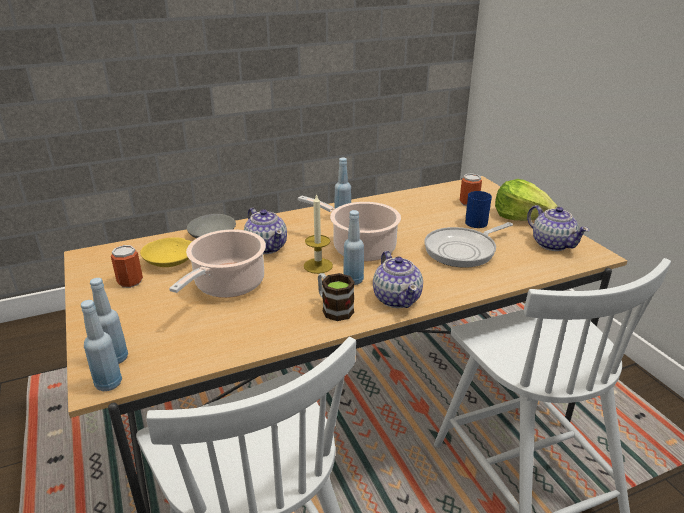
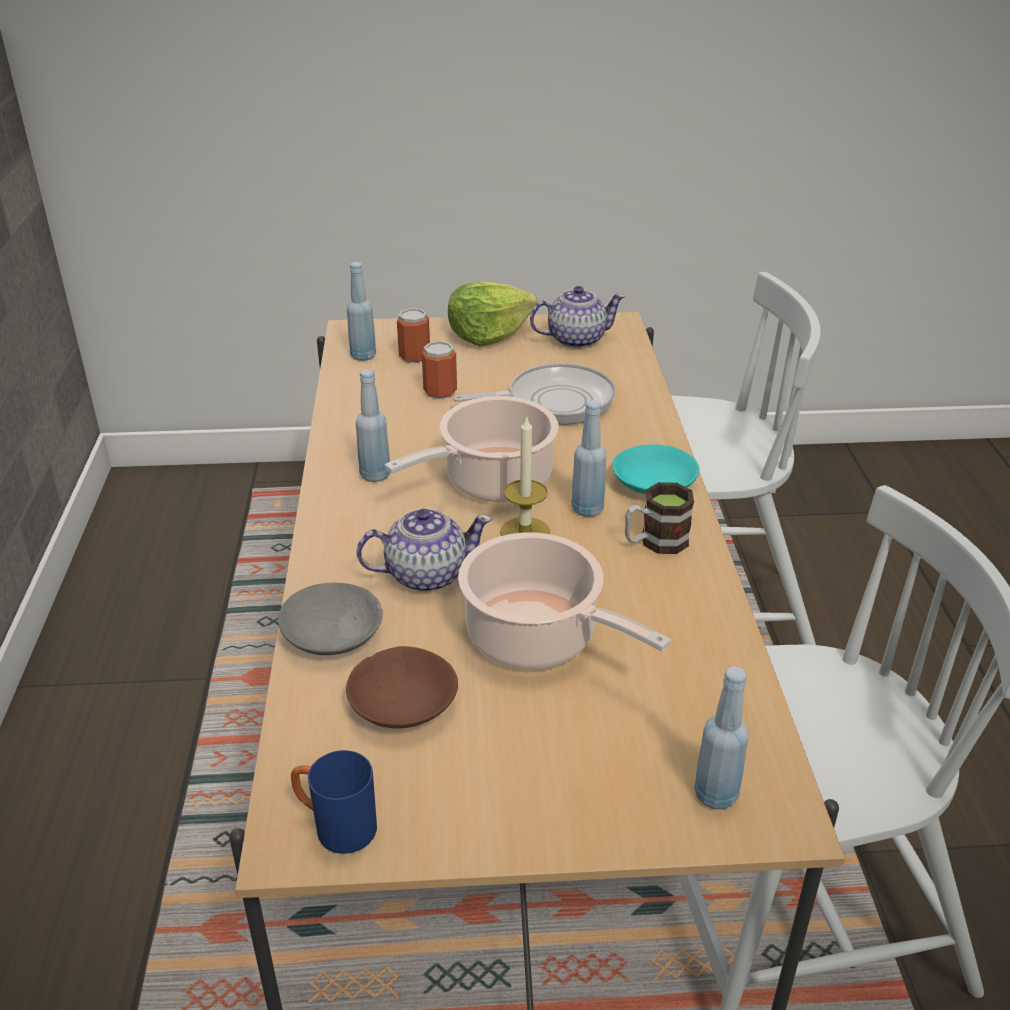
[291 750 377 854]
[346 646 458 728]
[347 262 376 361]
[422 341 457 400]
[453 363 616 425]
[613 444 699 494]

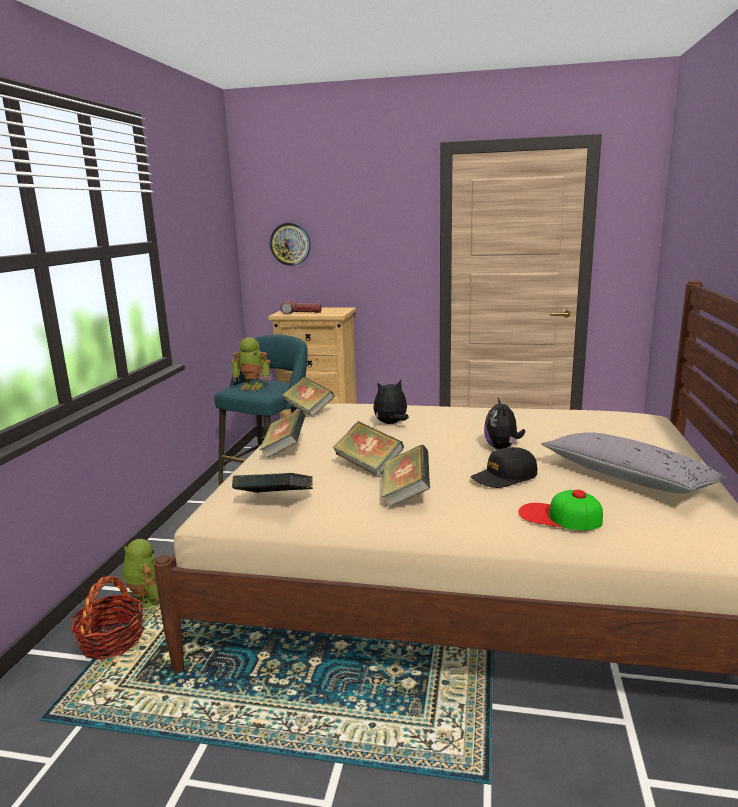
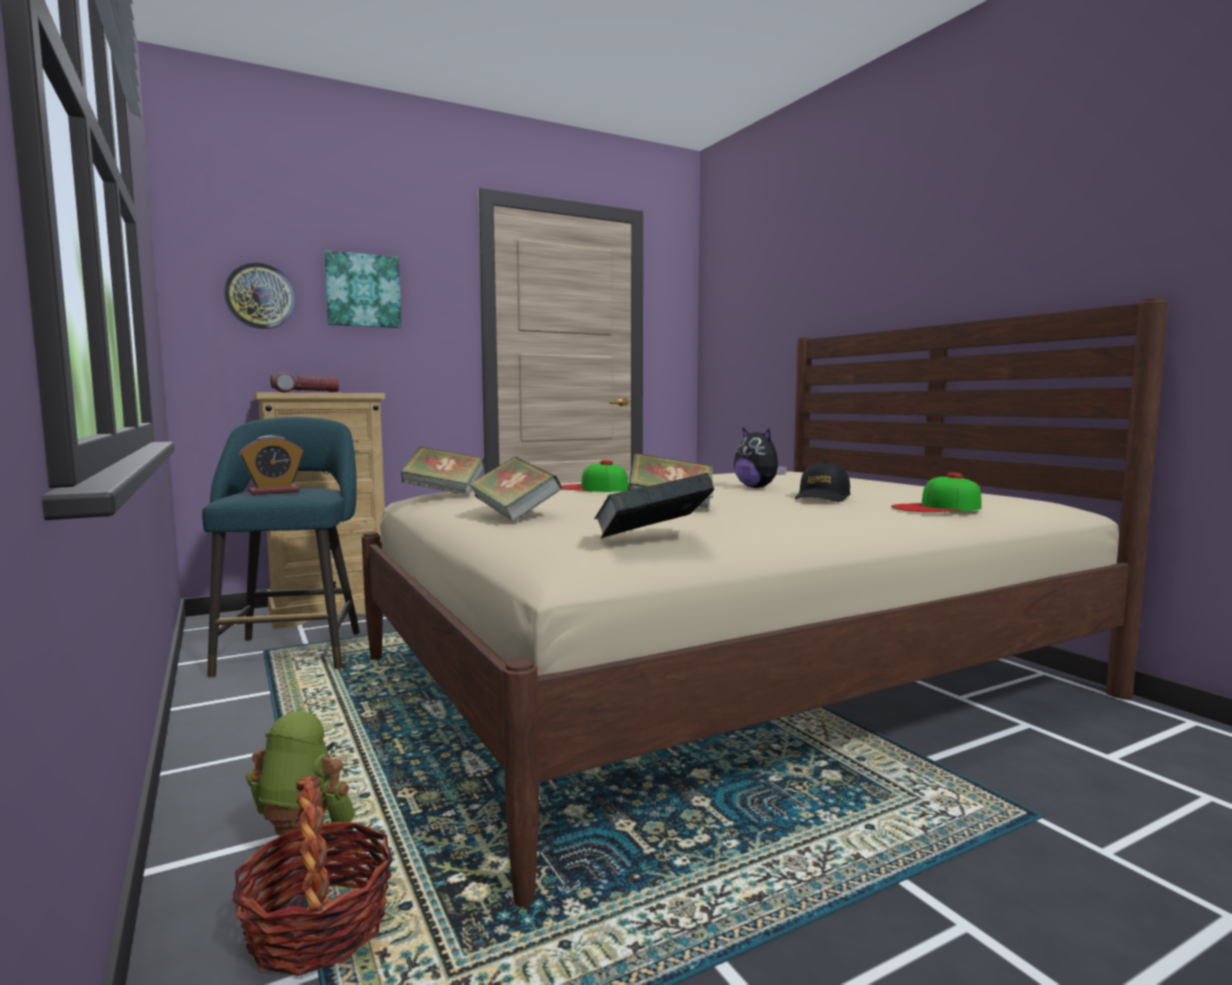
[239 435 304 495]
[324 250 401 328]
[561 460 628 492]
[382 445 430 508] (first image)
[541 432 727 494] (first image)

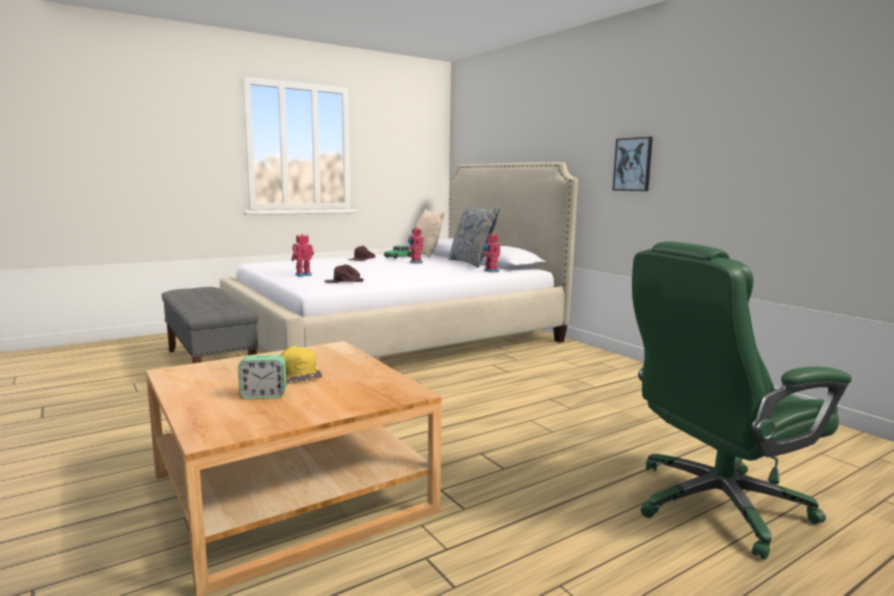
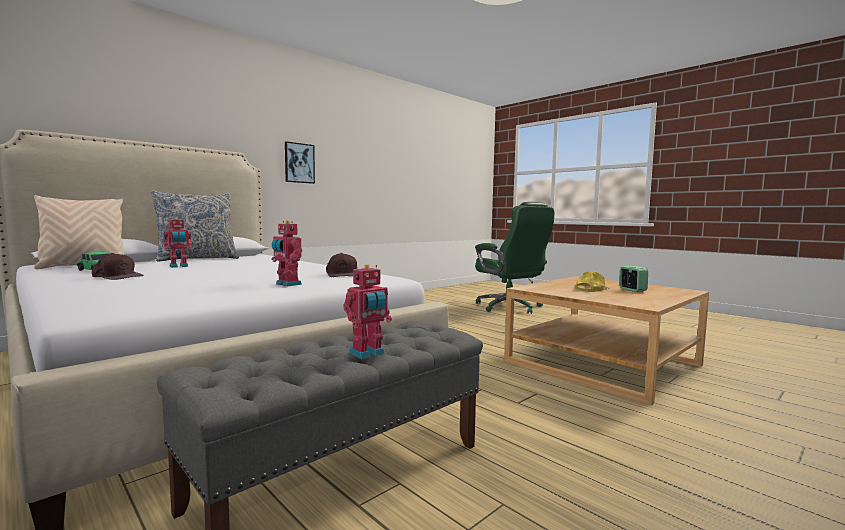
[343 264 392 359]

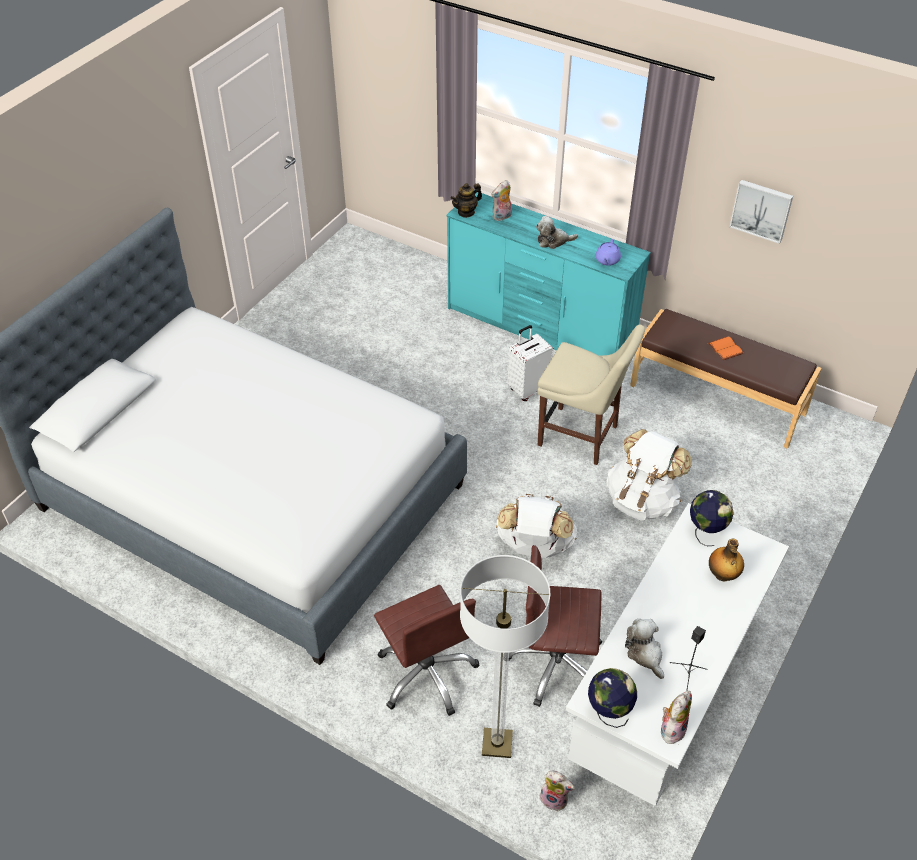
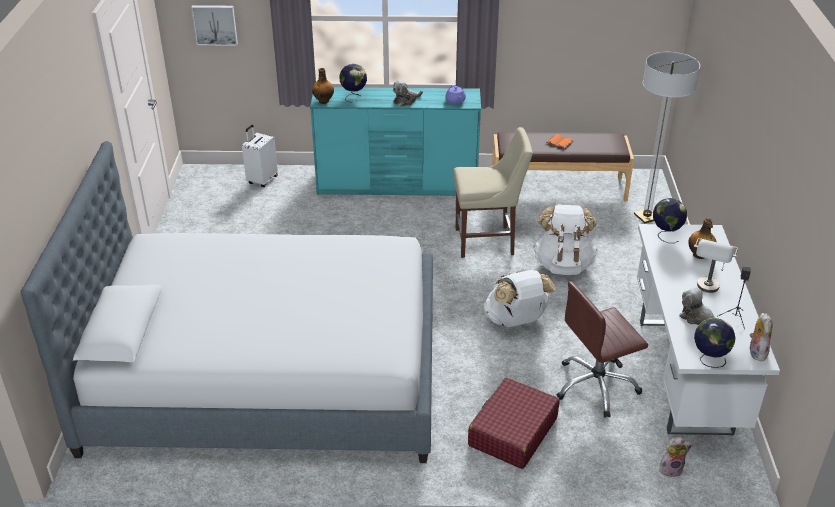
[191 5 238 46]
[242 125 278 187]
[312 68 334 104]
[339 64 367 102]
[468 378 559 469]
[634 52 700 223]
[694 238 738 293]

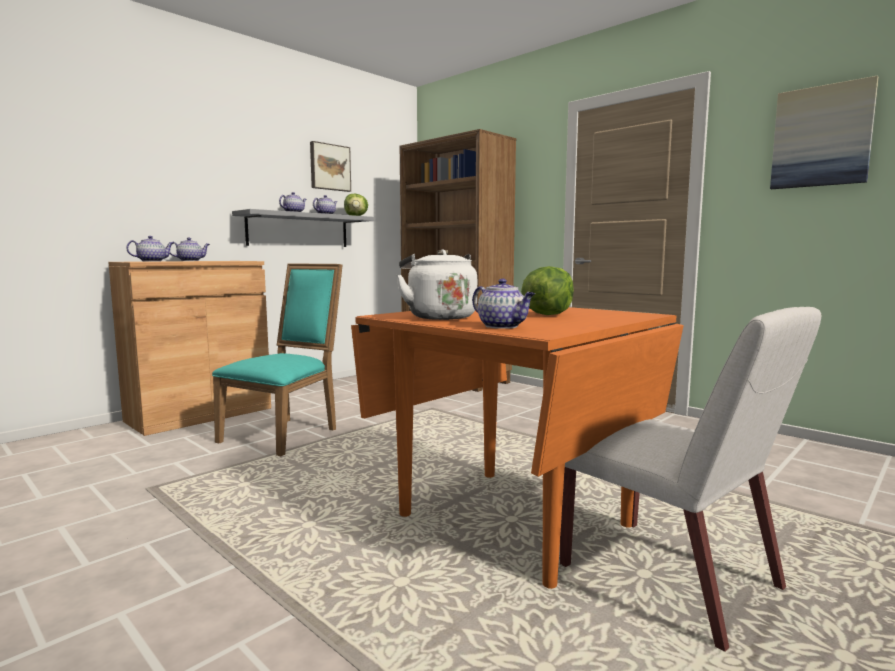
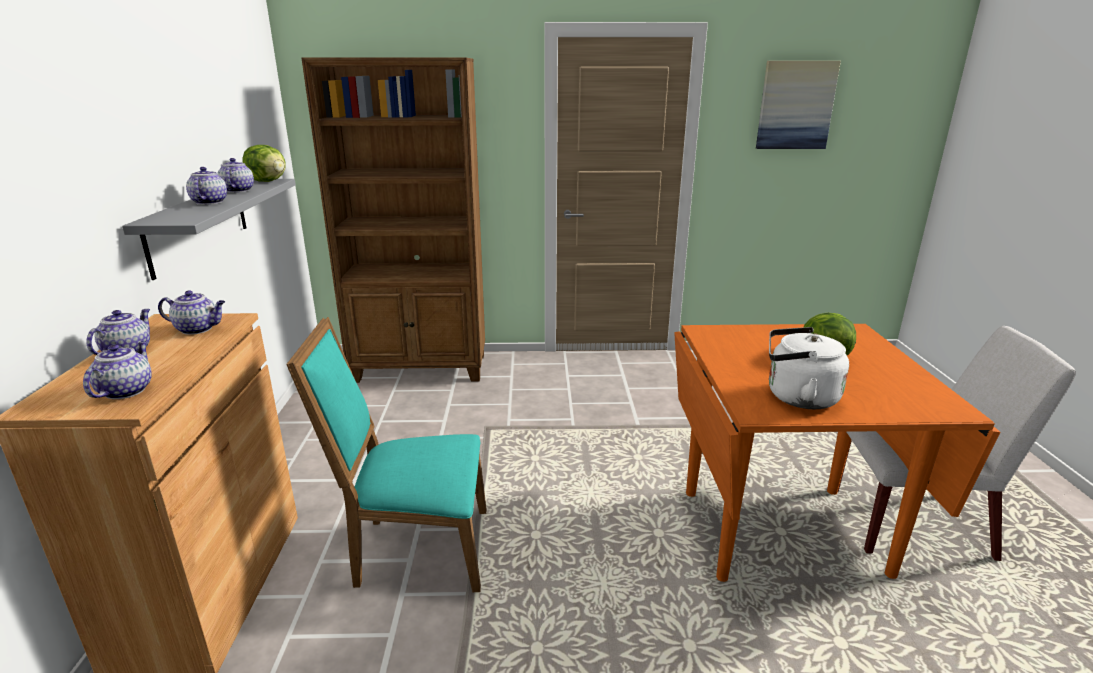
[158 290 225 335]
[286 317 487 592]
[310 141 351 192] (first image)

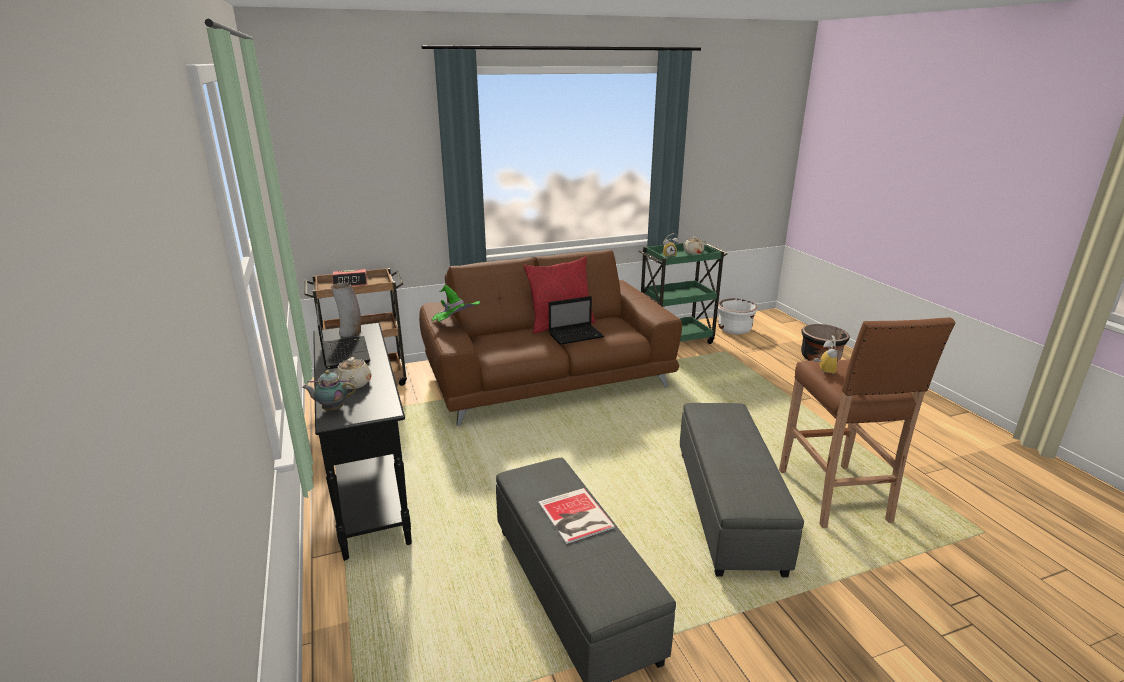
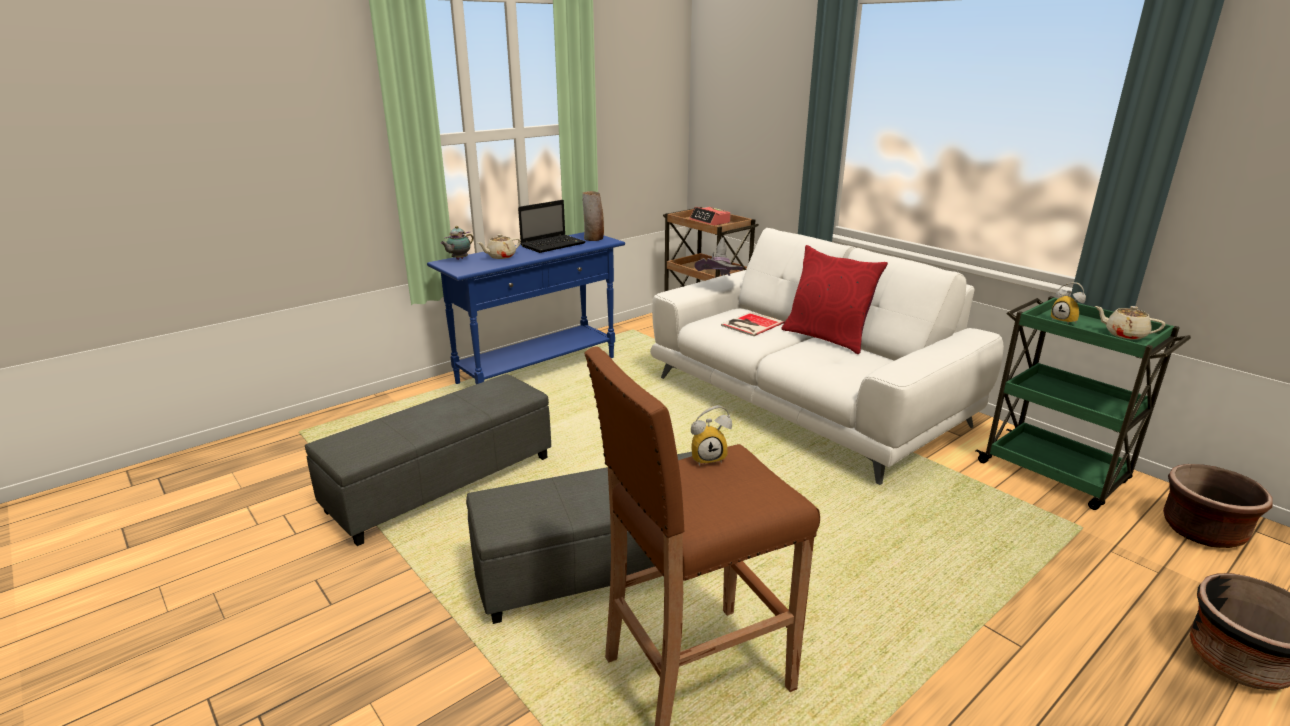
[427 232 625 384]
[440 226 474 260]
[650 228 1004 485]
[694 237 743 276]
[721 312 784 336]
[1163 464 1273 548]
[549 296 604 345] (first image)

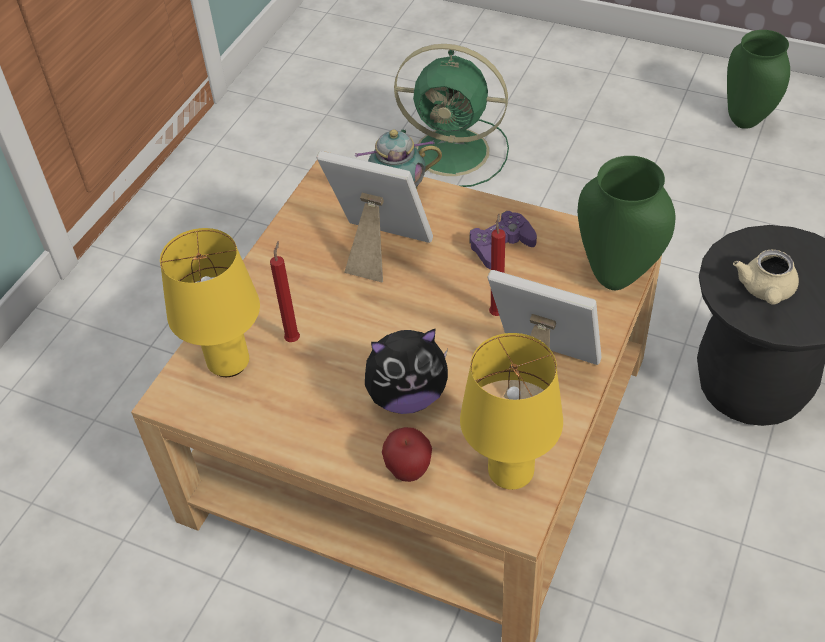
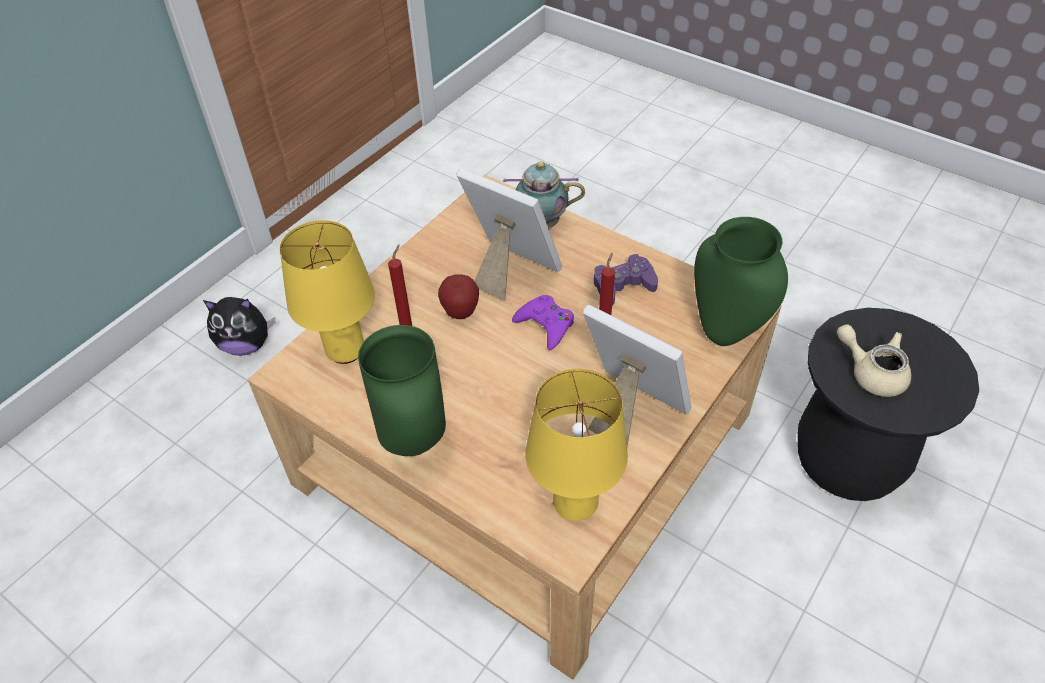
[203 297 276 356]
[358 325 446 456]
[438 274 479 319]
[512 295 574 350]
[837 325 911 397]
[394 44 509 187] (first image)

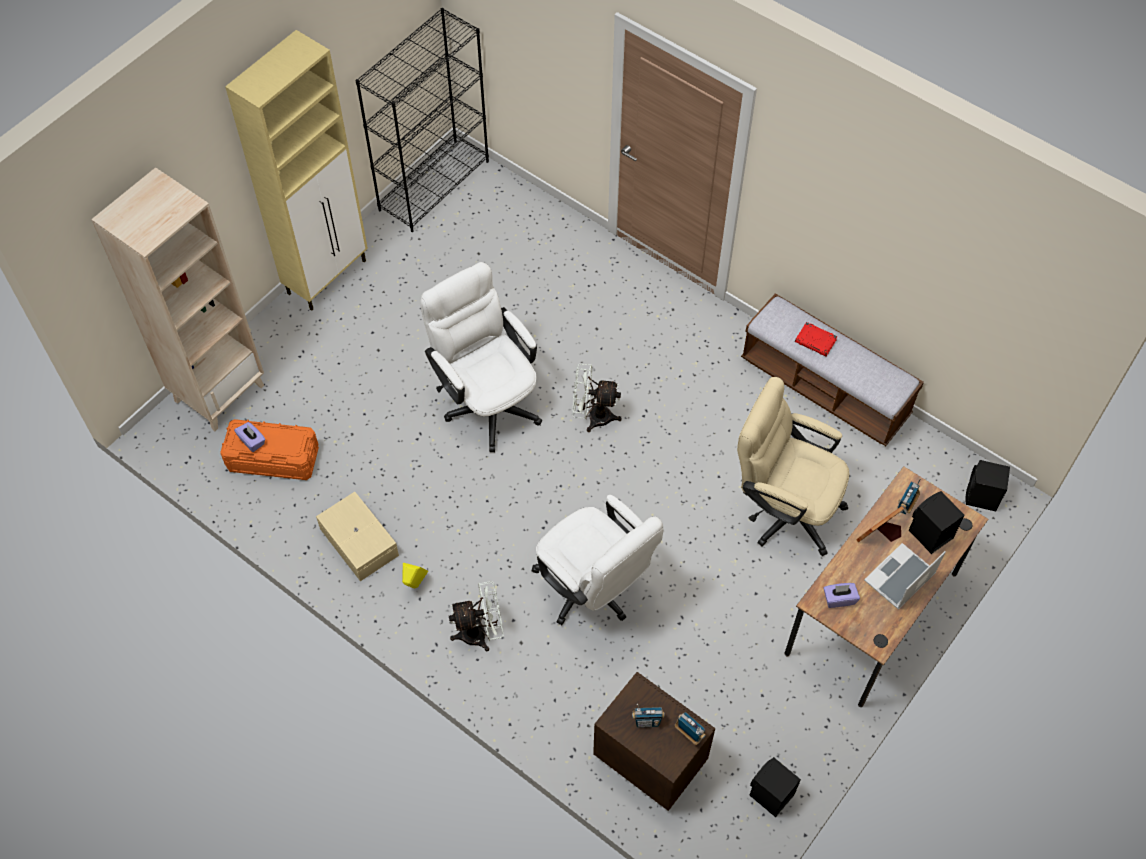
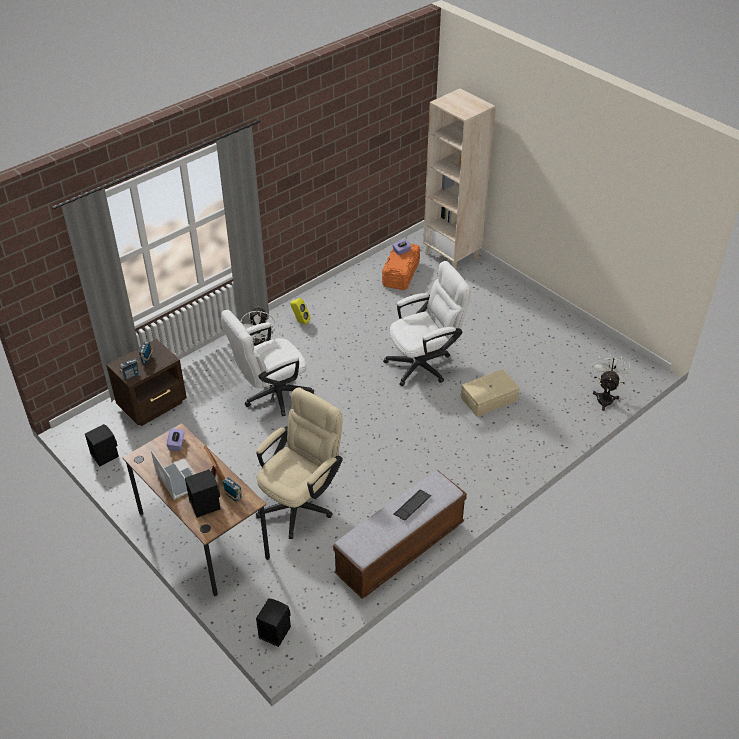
[394 490 431 520]
[461 369 520 417]
[592 353 631 411]
[225 30 368 311] (first image)
[356 8 489 232] (first image)

